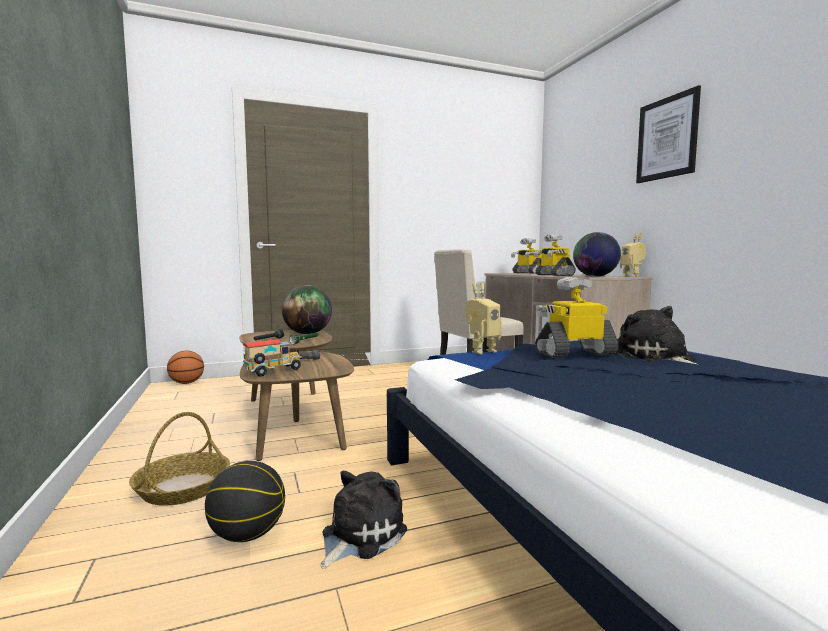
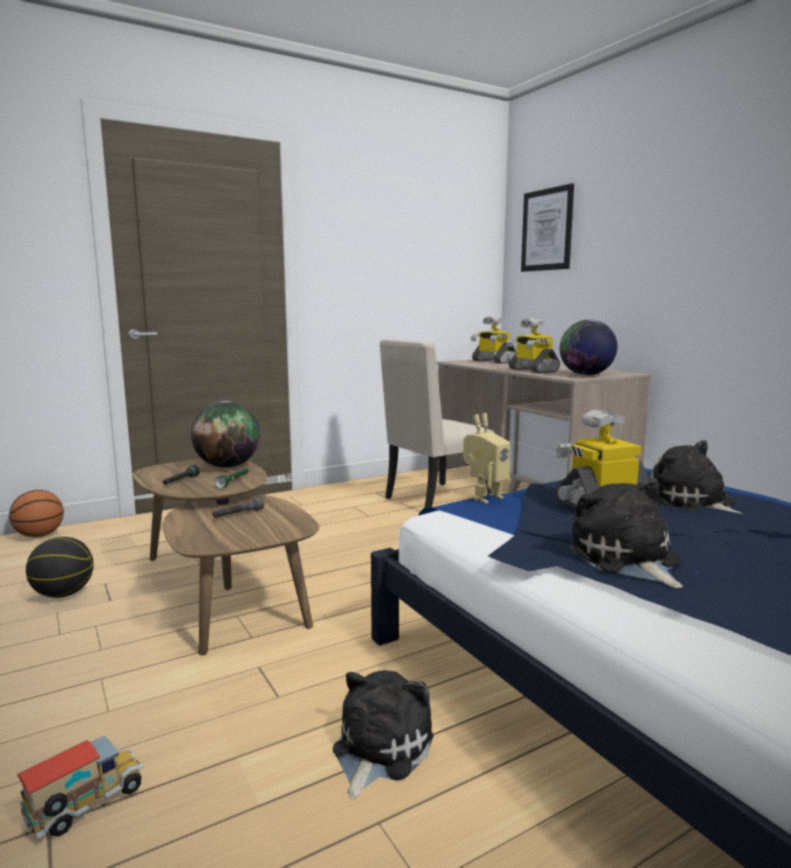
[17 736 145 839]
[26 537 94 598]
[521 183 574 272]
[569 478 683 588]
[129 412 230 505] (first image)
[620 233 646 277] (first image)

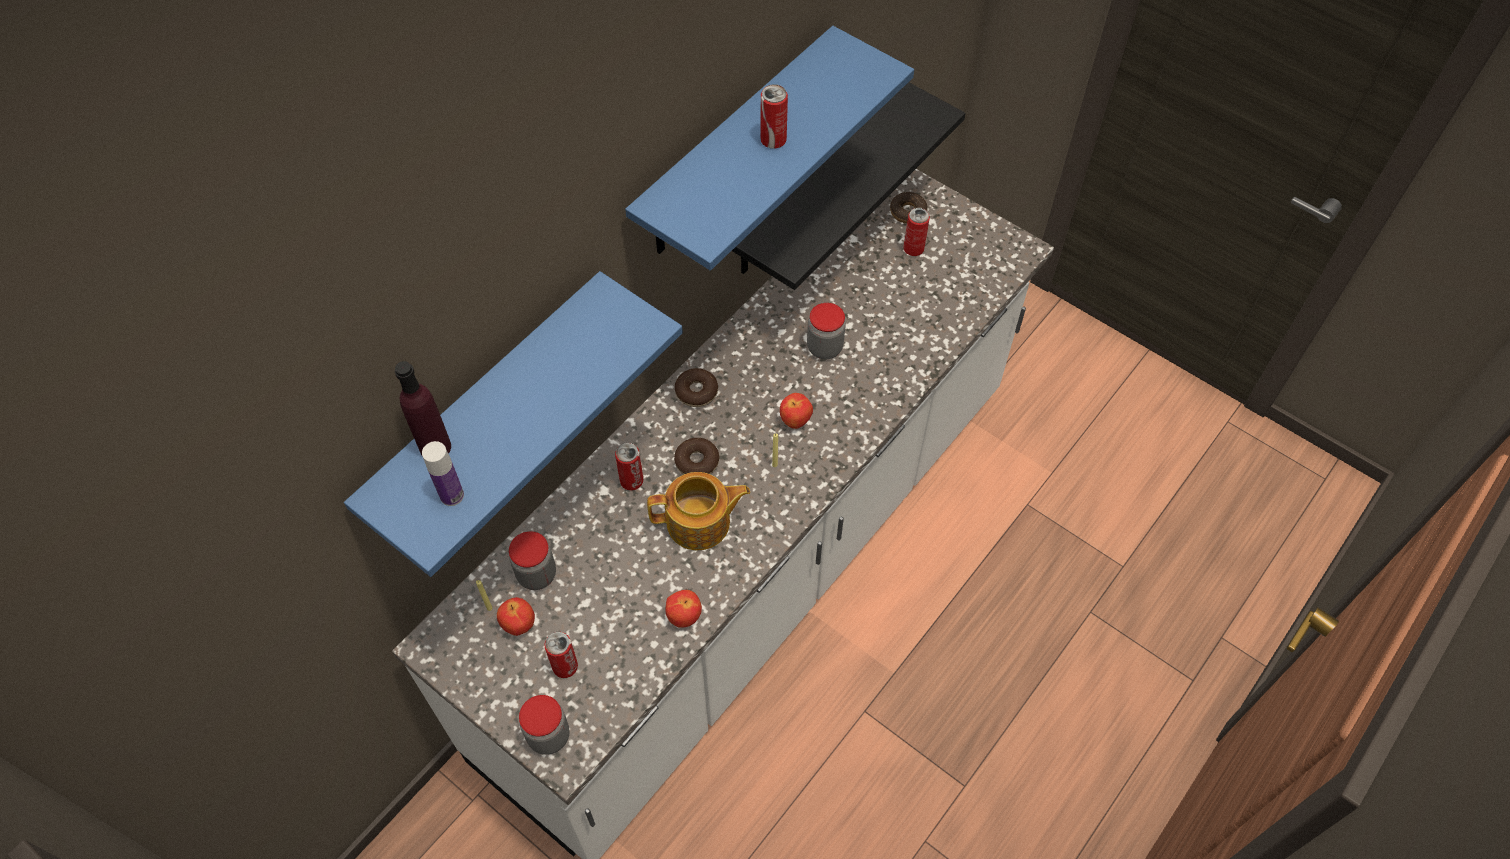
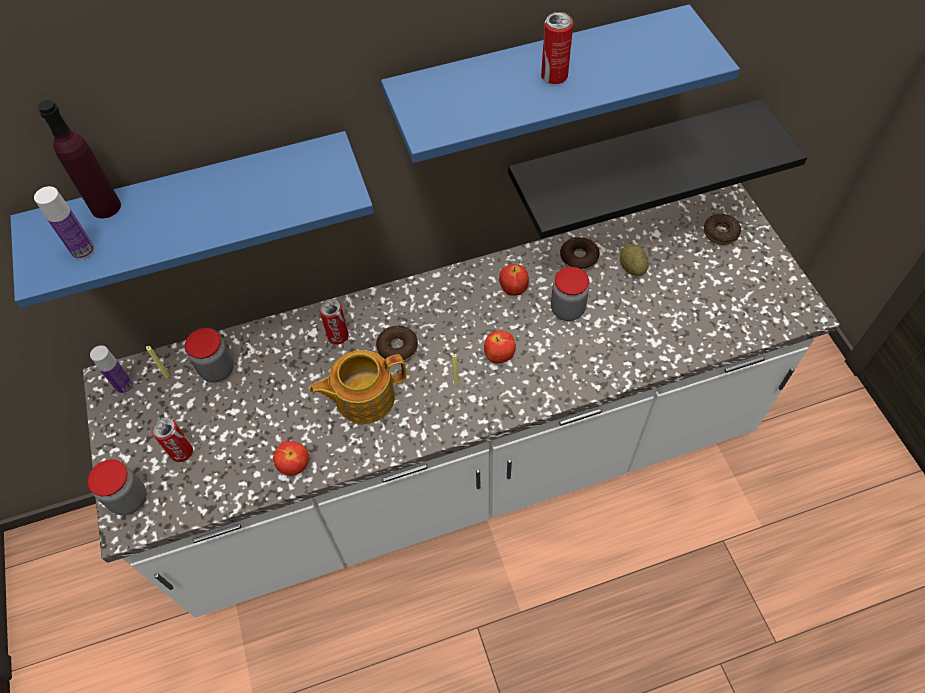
[90 345 134 394]
[310 350 407 424]
[499 264 529 296]
[560 237 600 271]
[620 244 649 276]
[903 208 930 256] (first image)

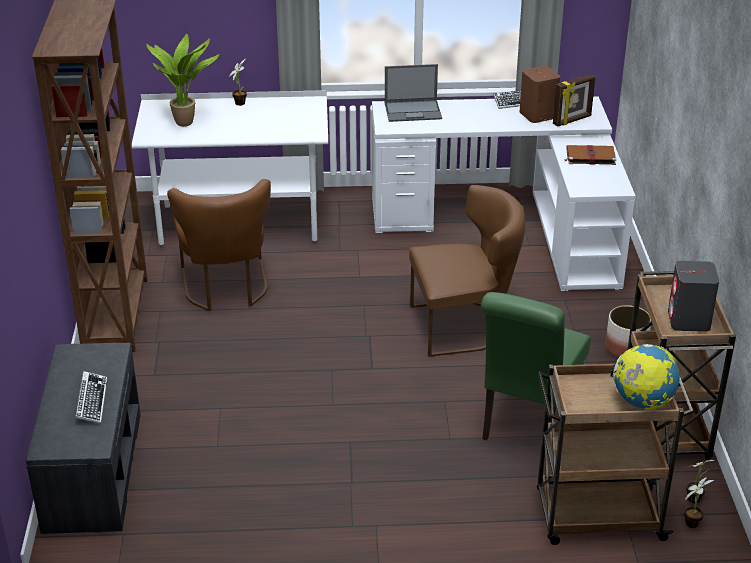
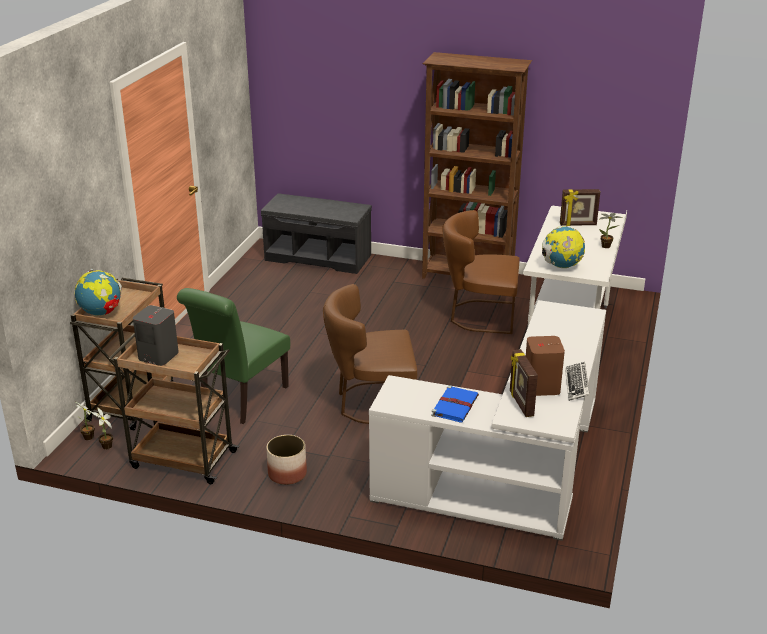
[177 288 290 424]
[323 284 417 424]
[431 385 479 422]
[542 226 585 268]
[560 189 600 226]
[75 371 107 424] (first image)
[385 64 442 122] (first image)

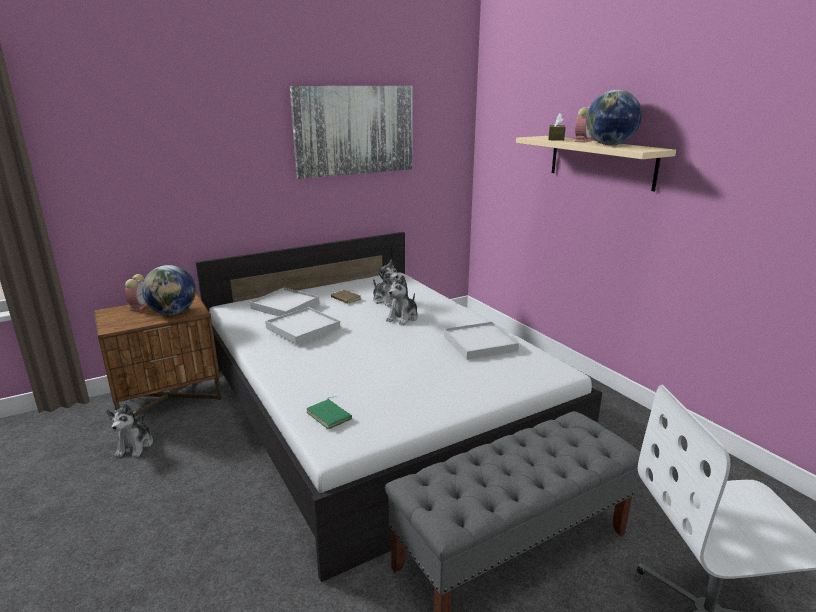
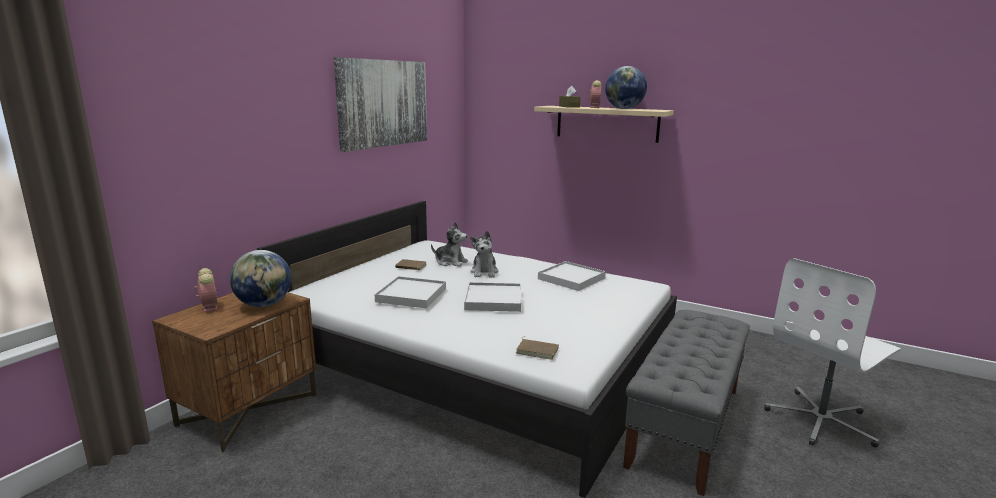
[464 282 521 312]
[516 336 559 360]
[106 403 153 457] (first image)

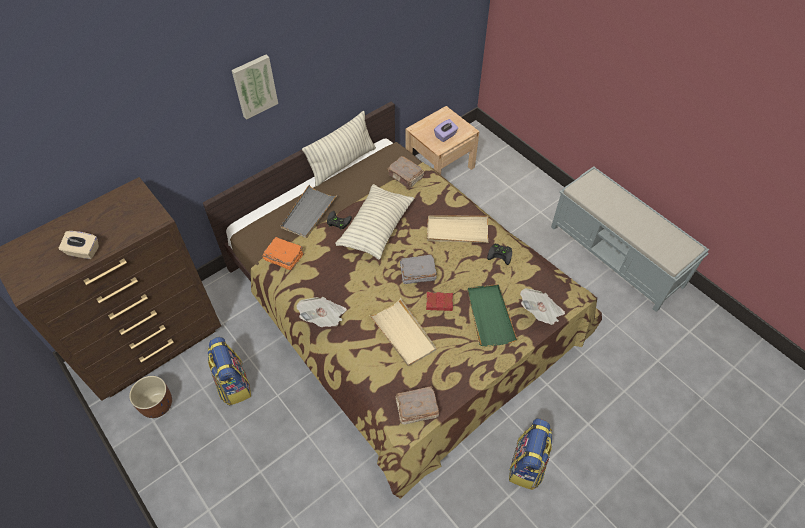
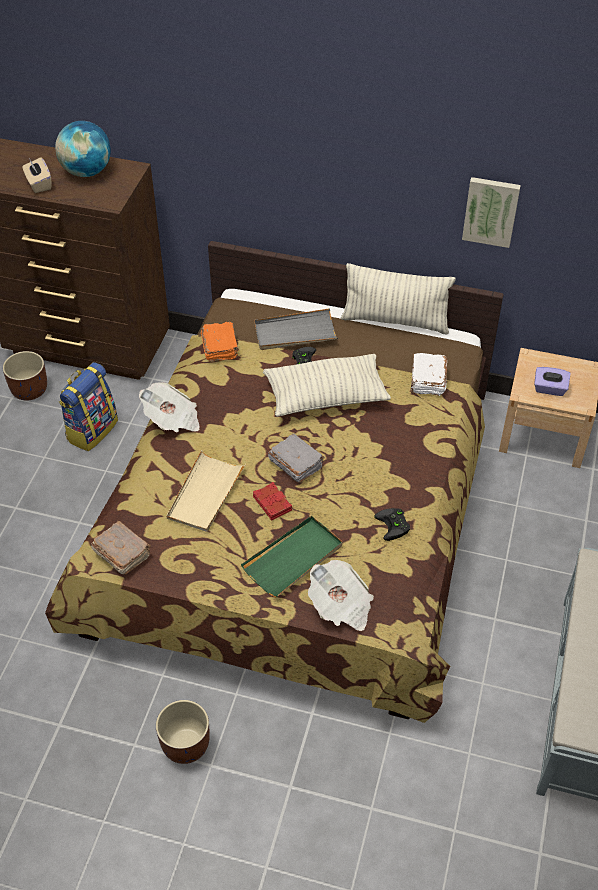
[55 121 111 177]
[156 700 210 764]
[411 353 447 396]
[462 177 521 248]
[427 215 489 243] (first image)

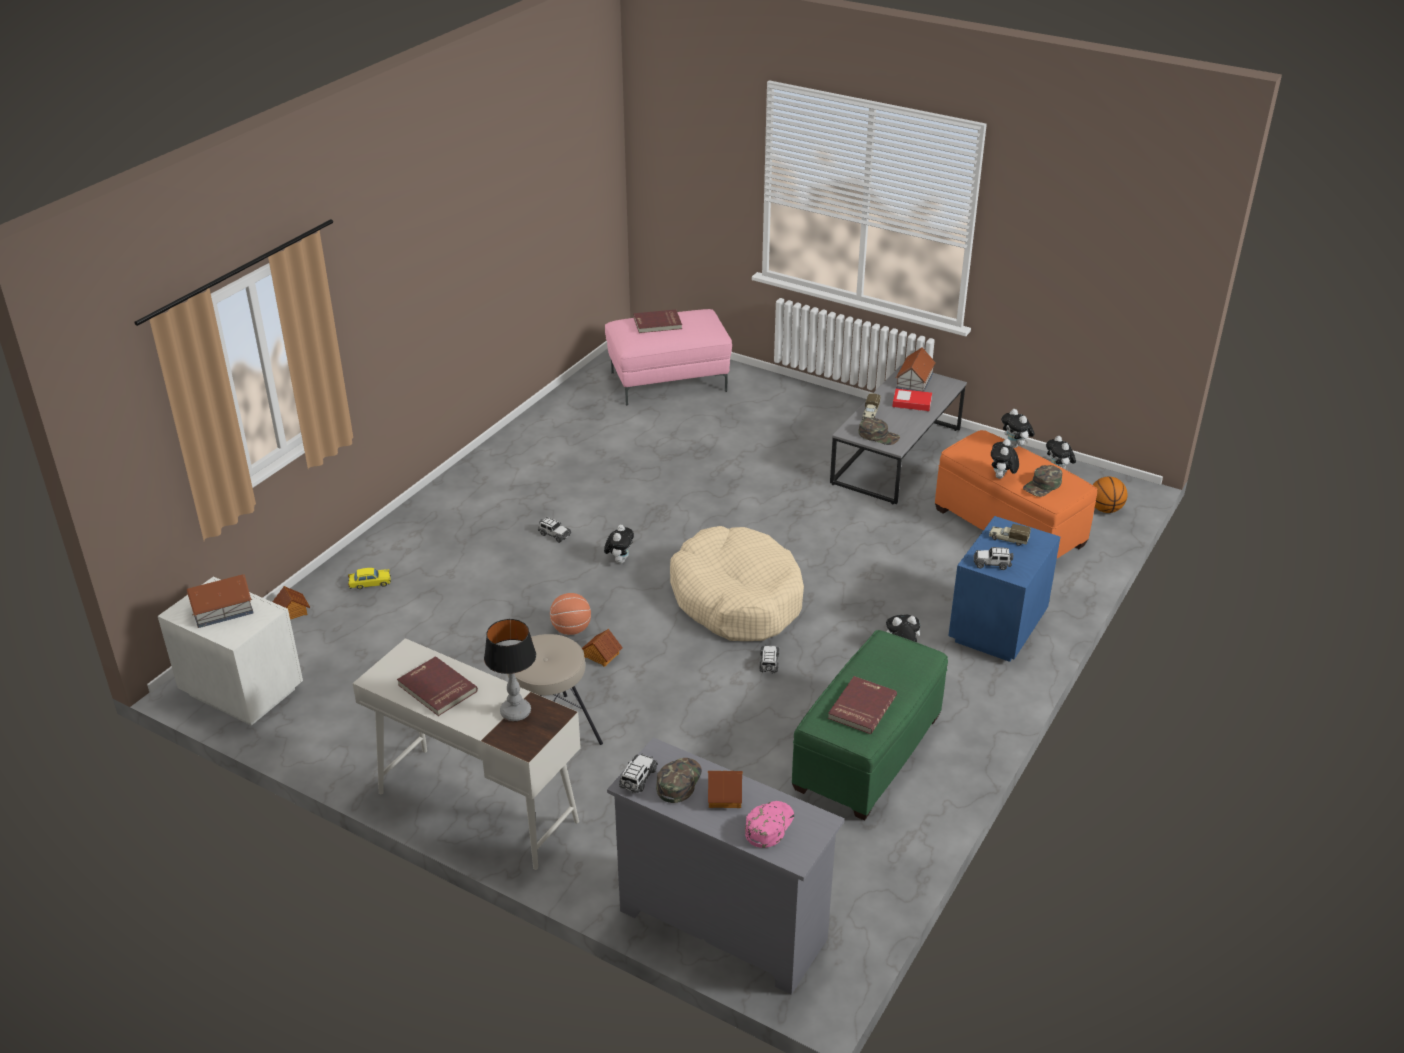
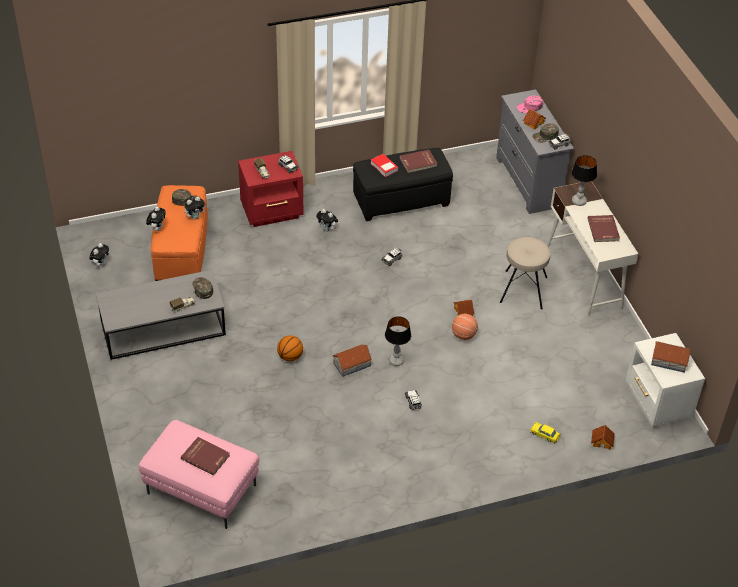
[238 151 303 227]
[277 336 303 362]
[332 345 372 377]
[353 148 453 221]
[371 154 398 177]
[385 316 411 366]
[670 526 804 641] (first image)

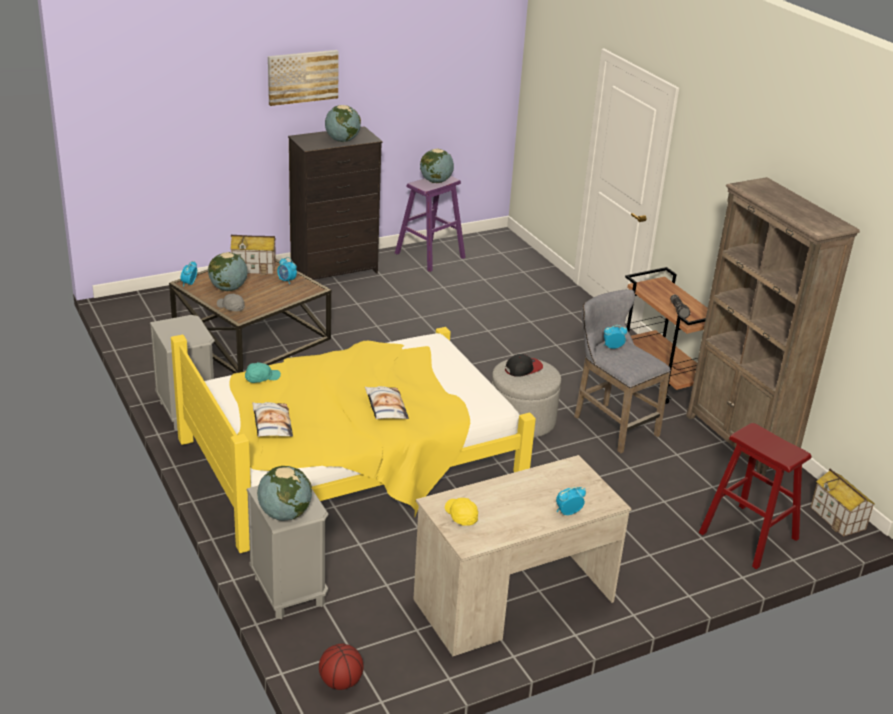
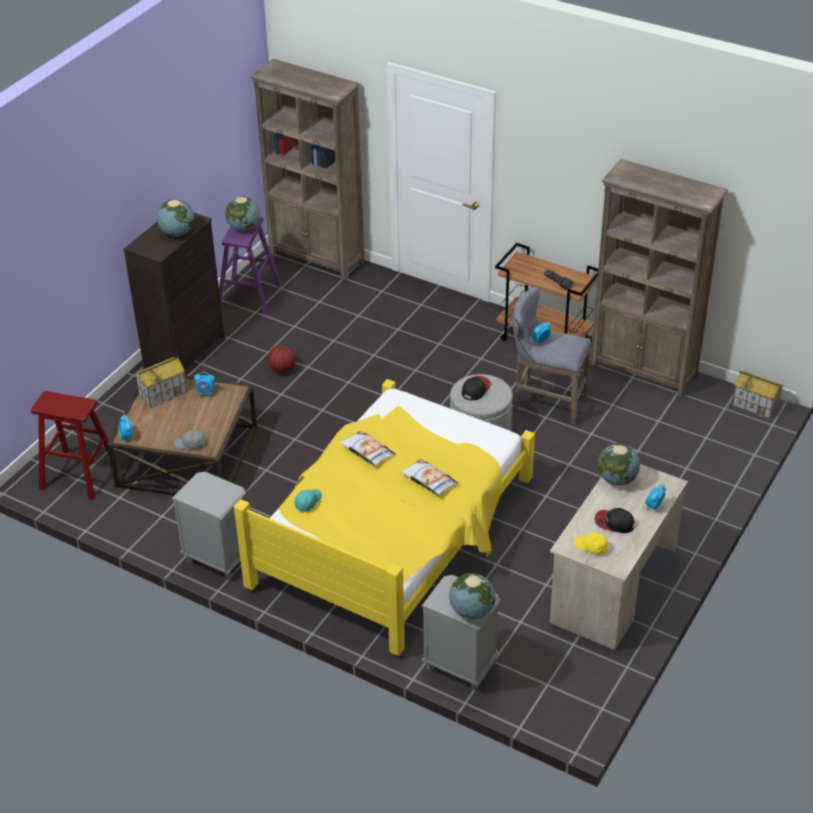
[31 391 117 500]
[250 59 365 280]
[267 345 296 373]
[339 431 396 466]
[595 508 635 533]
[598 443 640 486]
[268 50 339 106] (first image)

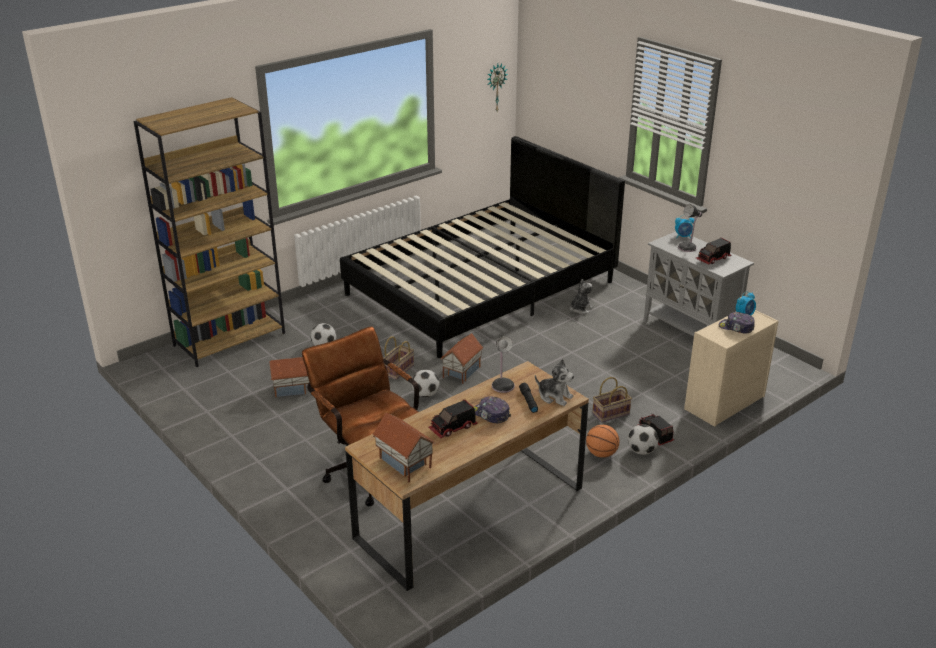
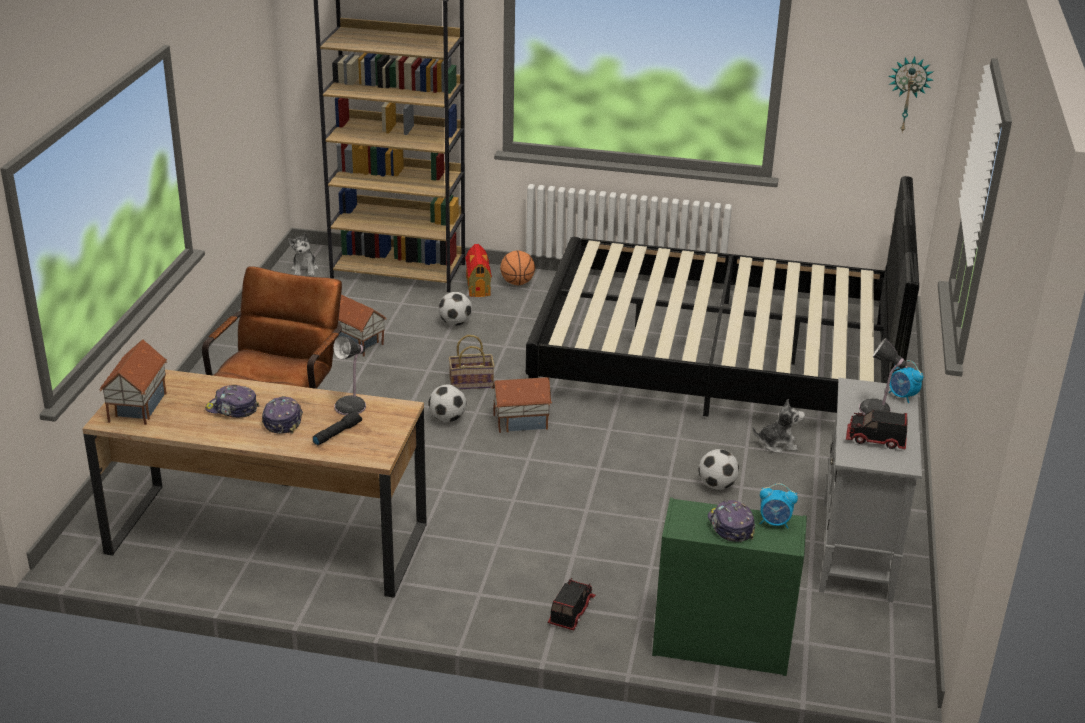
[205 385 259 418]
[288 233 318 276]
[465 244 492 297]
[500 250 535 285]
[652 497 807 676]
[699 449 739 490]
[592 377 632 422] (first image)

